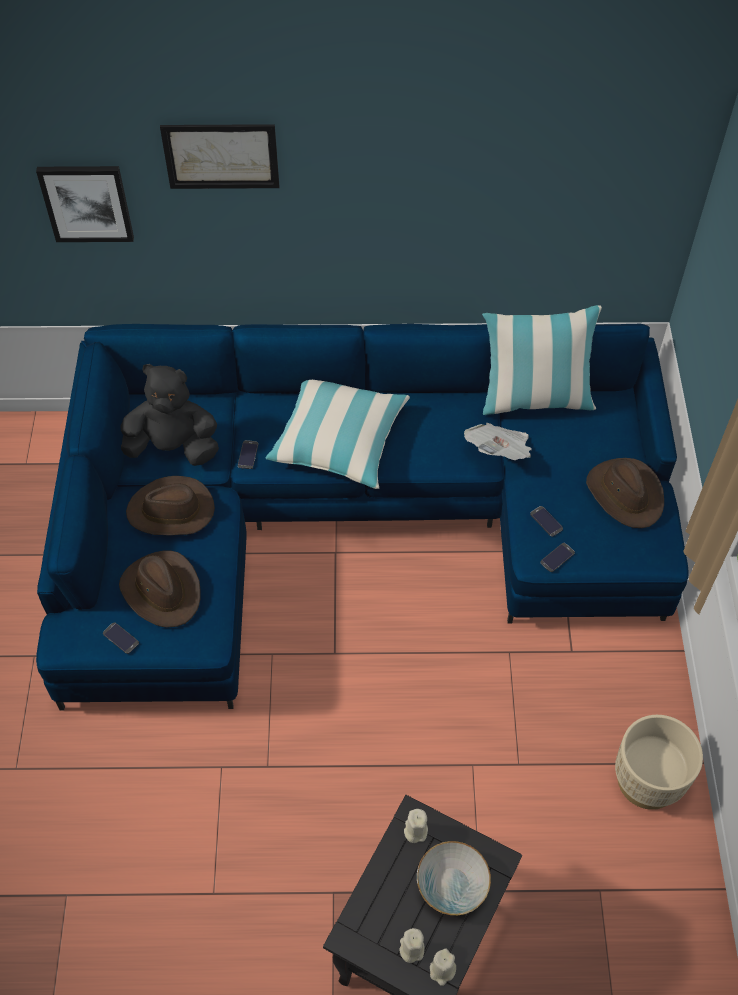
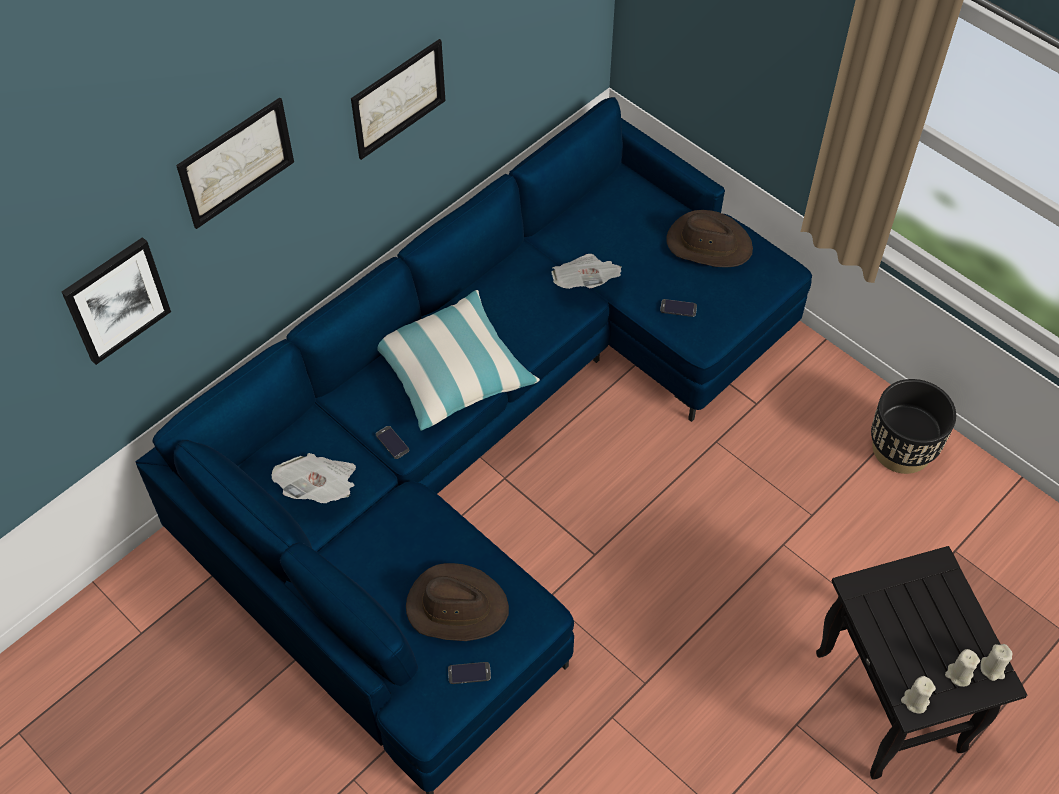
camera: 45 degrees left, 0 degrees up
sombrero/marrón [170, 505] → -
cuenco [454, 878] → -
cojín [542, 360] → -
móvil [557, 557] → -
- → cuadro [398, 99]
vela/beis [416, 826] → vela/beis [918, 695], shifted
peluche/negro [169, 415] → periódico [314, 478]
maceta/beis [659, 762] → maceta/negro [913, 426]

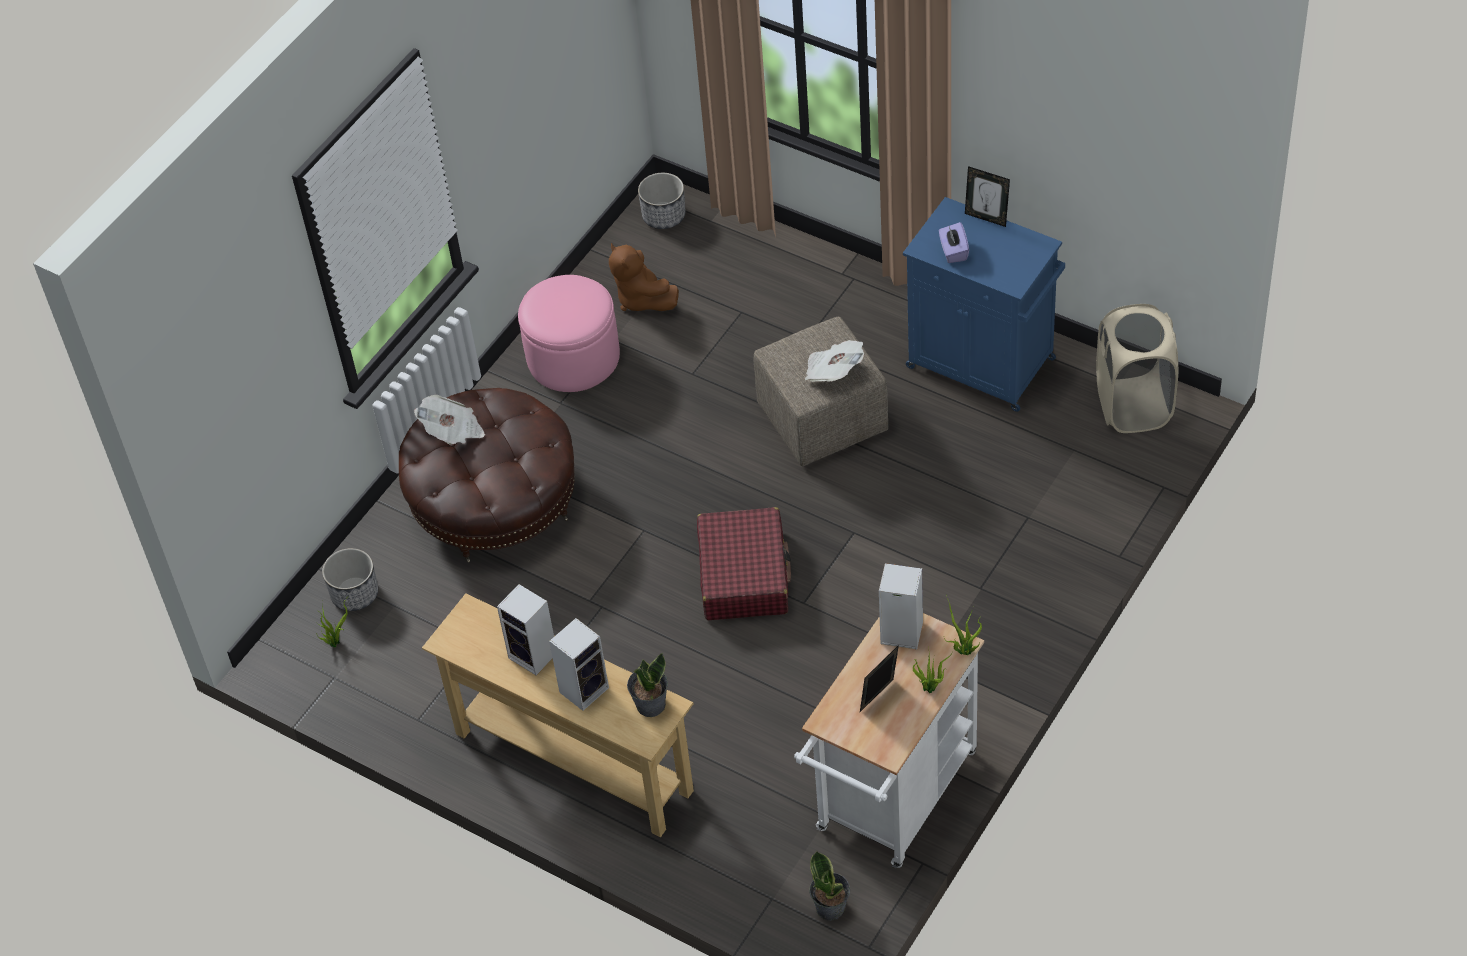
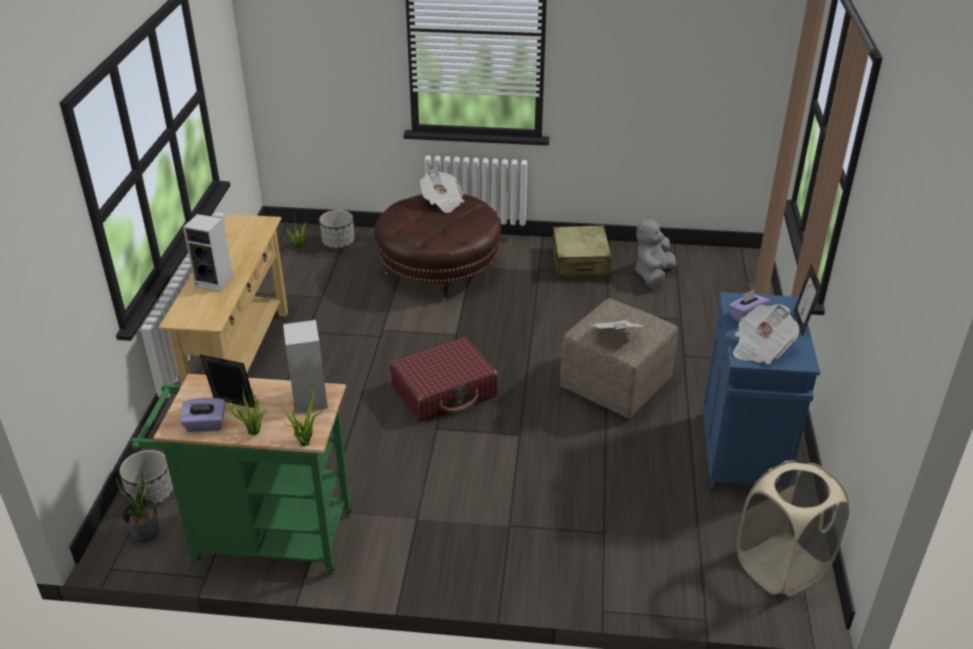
camera: 60 degrees right, 15 degrees down
altavoz [525, 629] → -
planta en maceta [647, 685] → -
- → caja de pañuelos/morado [202, 415]
- → periódico [766, 334]
maceta [662, 201] → maceta [146, 477], shifted
puf/rosa [569, 333] → maleta/beis [581, 252]
peluche/marrón [644, 277] → peluche/gris [655, 250]
carrito/blanco [889, 740] → carrito/verde [241, 474]

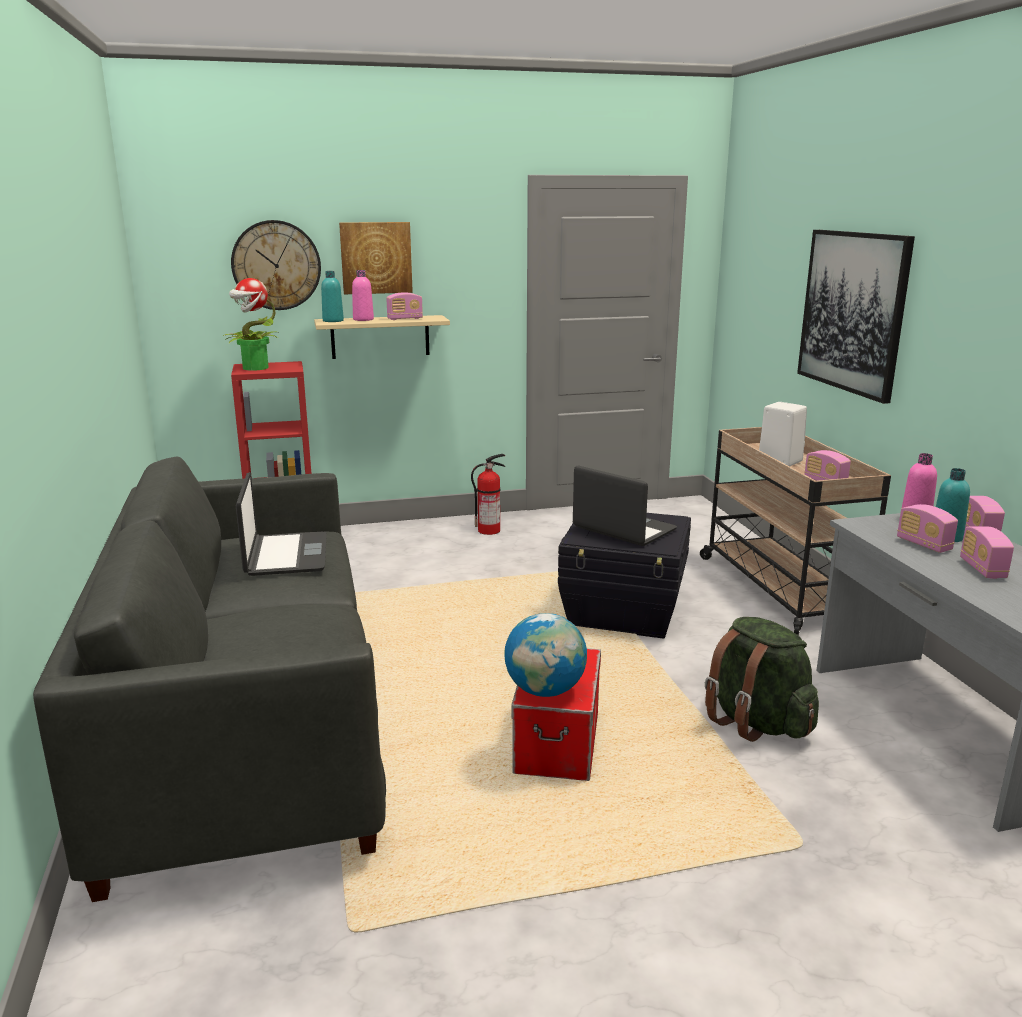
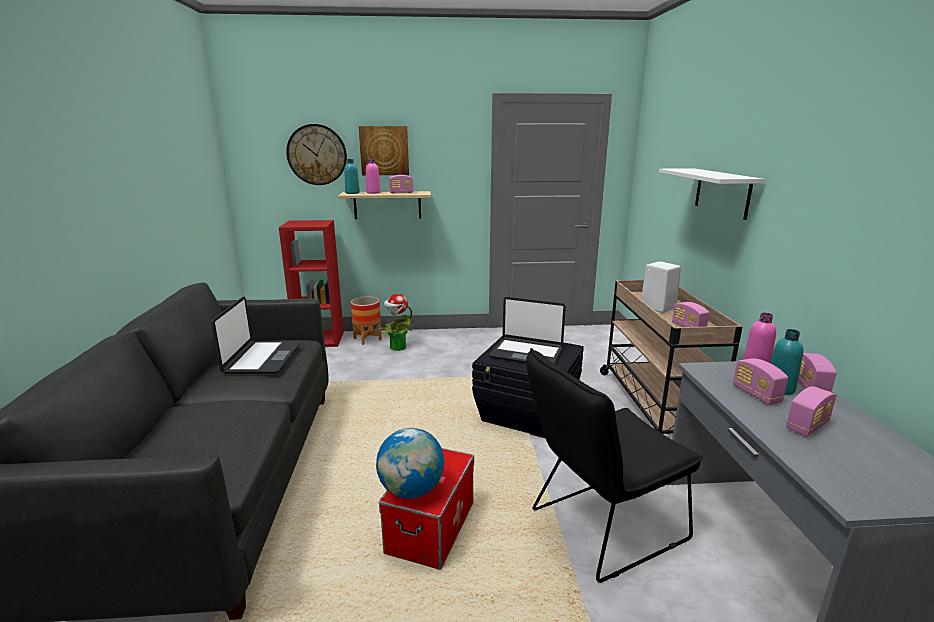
camera: 10 degrees right, 0 degrees up
extintor [488, 494] → -
- → maceta [366, 320]
planta en maceta [251, 324] → planta en maceta [396, 322], shifted
mochila/verde [762, 679] → silla/negro [614, 465]
cuadro [856, 317] → estante/blanco [711, 194]
portátil [625, 505] → portátil [527, 330], 150 degrees clockwise
radio [987, 553] → radio [811, 411], 135 degrees counterclockwise

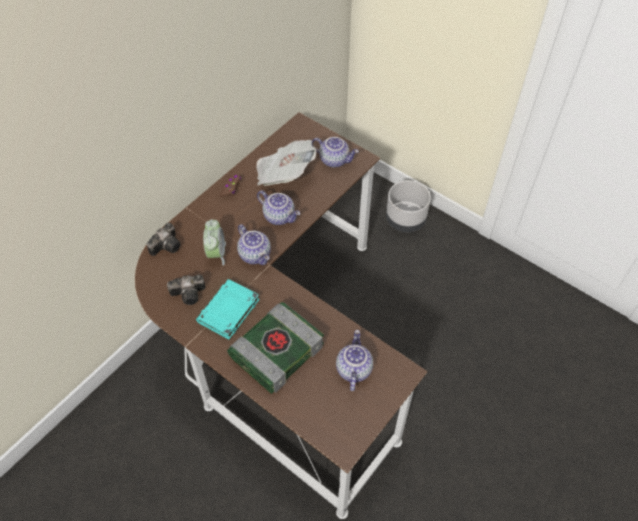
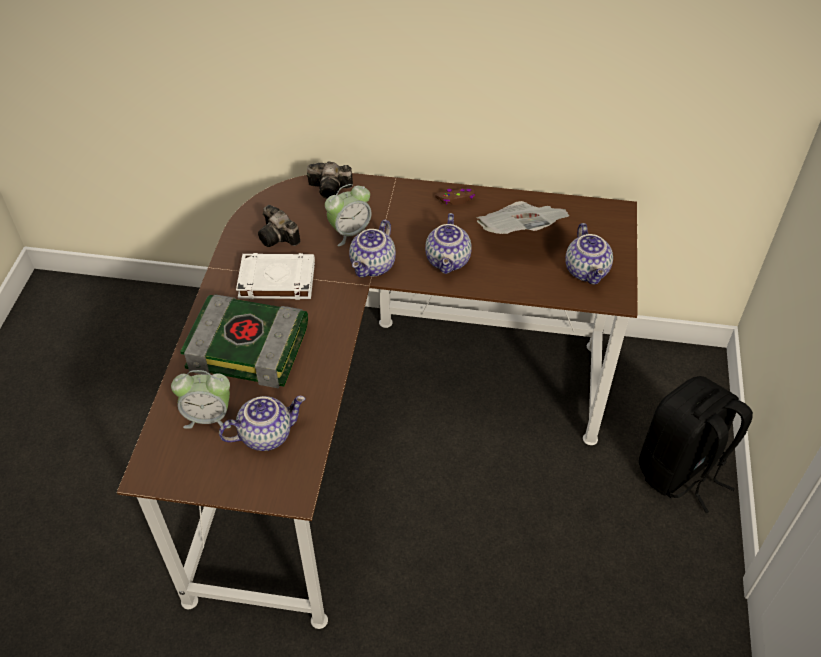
camera: 60 degrees right, 5 degrees down
- → despertador [201, 399]
maceta/gris [408, 206] → mochila/negro [696, 444]
libro/turquesa [228, 309] → libro/blanco [275, 276]

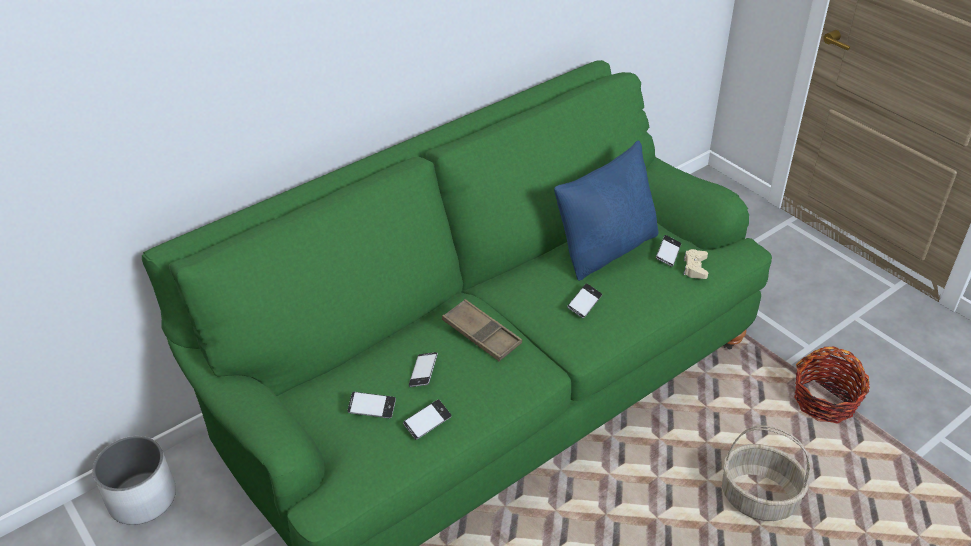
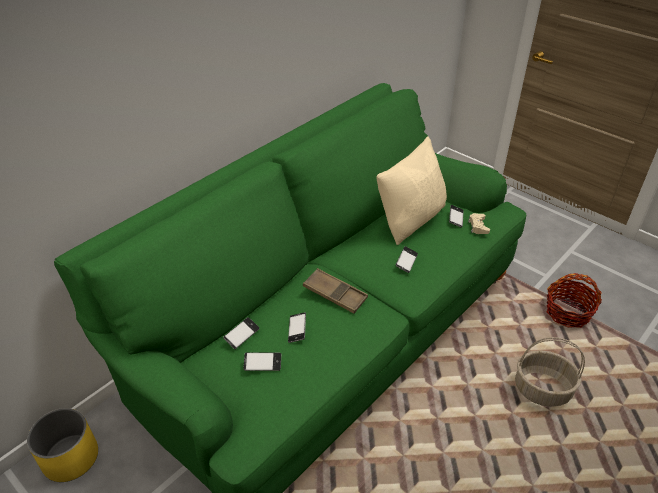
camera: 10 degrees left, 0 degrees up
móvil [427, 419] → móvil [241, 333], shifted
maceta/blanco [134, 480] → maceta/amarillo [62, 445]
cojín/azul [606, 211] → cojín/beis [411, 190]

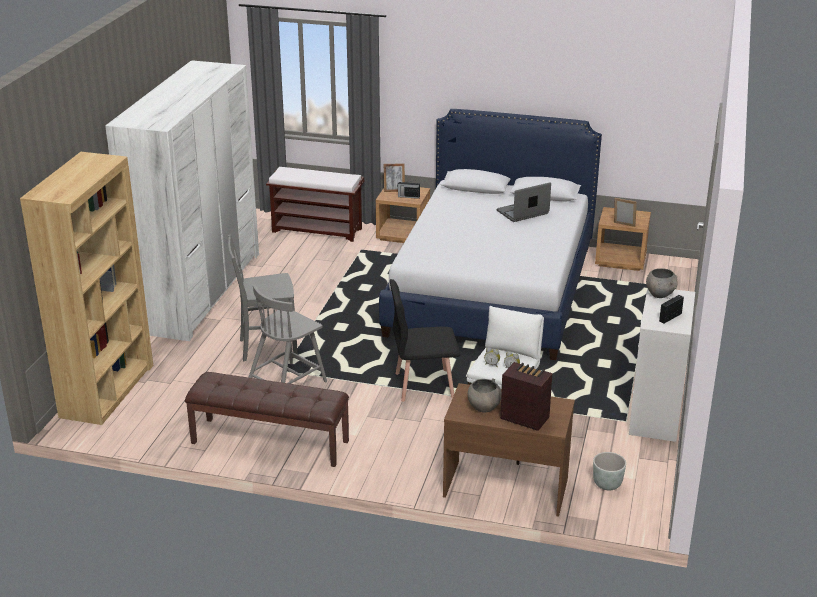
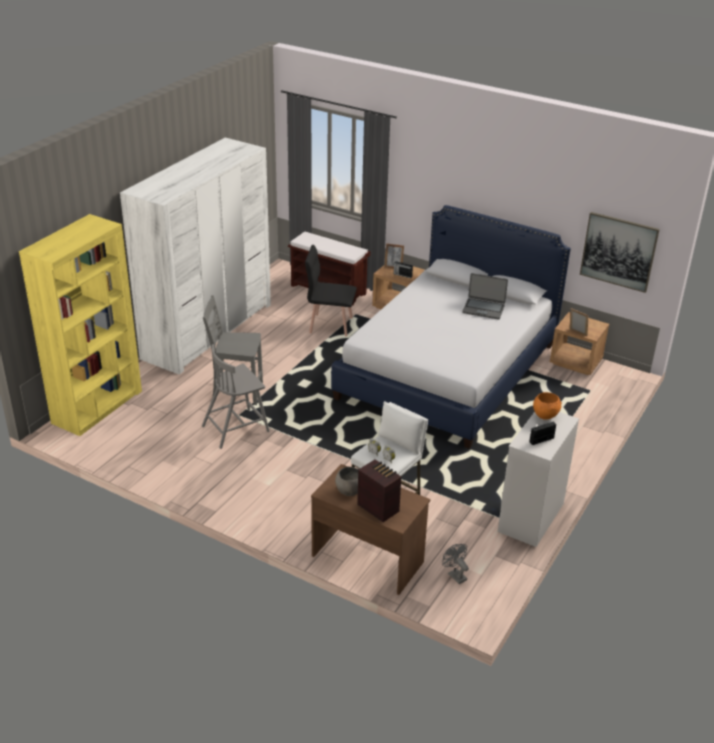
camera: 15 degrees right, 5 degrees up
banco/marrón [267, 419] → -
- → cuadro [620, 252]
silla/negro [425, 340] → silla/negro [331, 290], shifted
maceta/gris [609, 471] → ventilador/gris [455, 564]
estantería/marrón [86, 288] → estantería/amarillo [80, 325]
cuenco/gris [662, 283] → cuenco/naranja [547, 406]
portátil [524, 202] → portátil [485, 296], 150 degrees counterclockwise

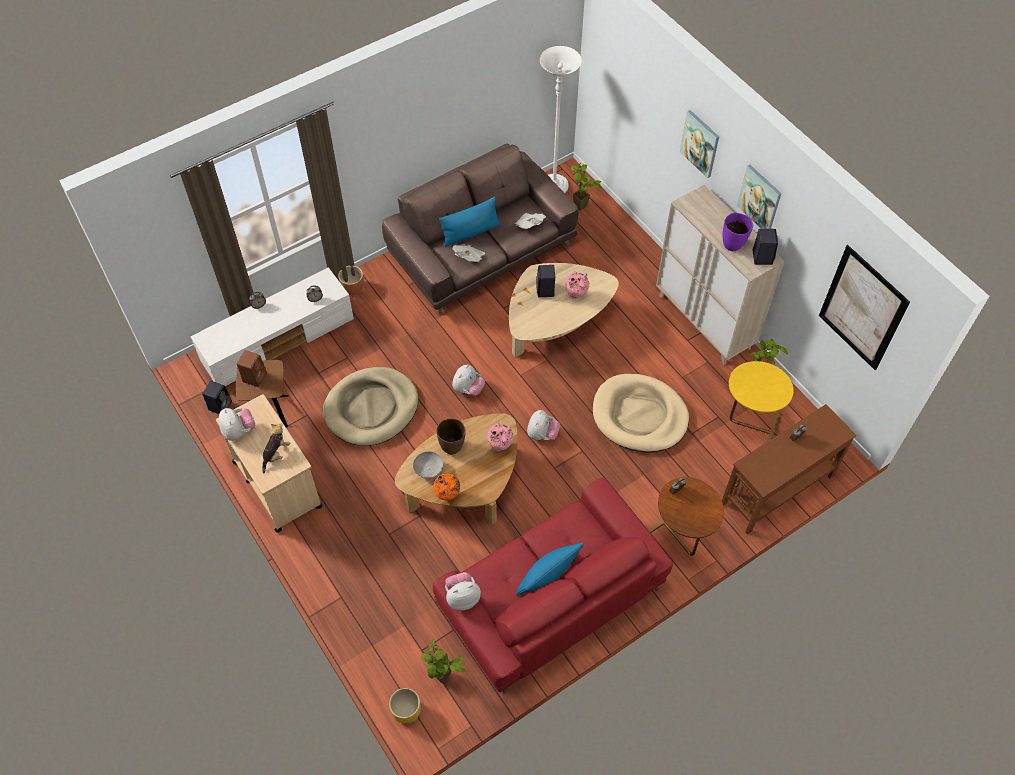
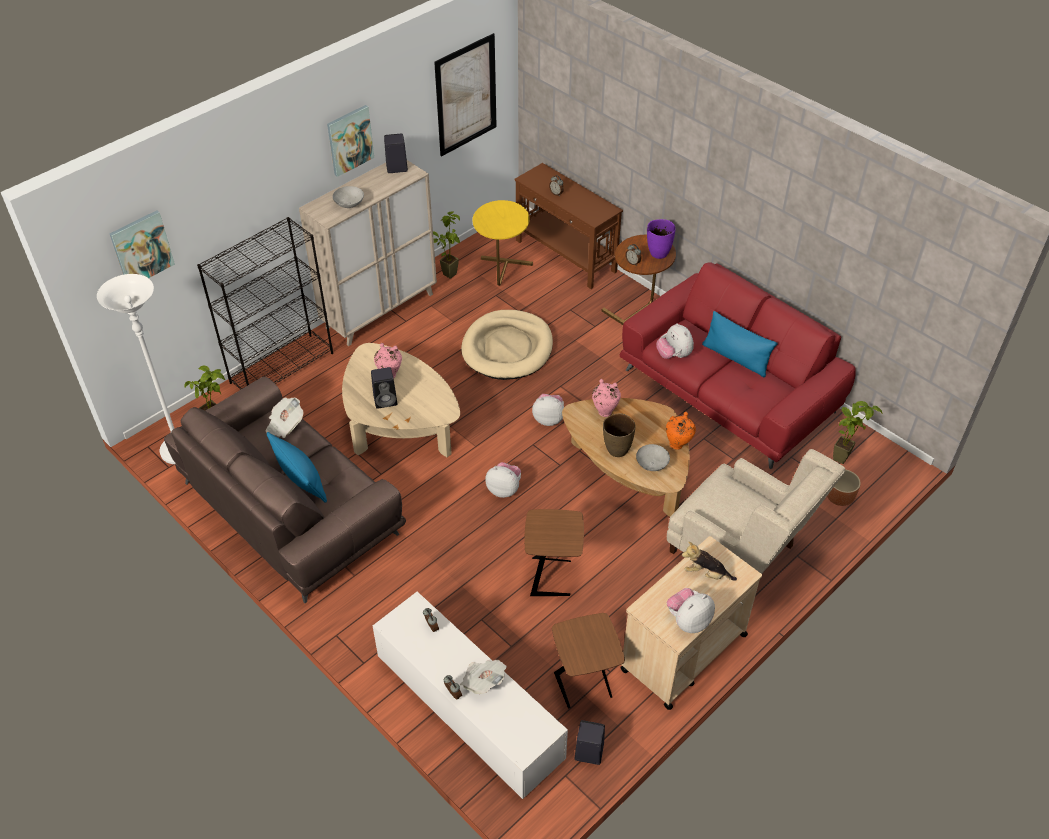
camera: 100 degrees left, 10 degrees down
altavoz/marrón [252, 368] → -
maceta/amarillo [405, 706] → -
- → estantería/negro [265, 303]
- → cuenco/gris [348, 197]
- → sillón/beis [756, 511]
maceta/marrón [351, 280] → maceta/marrón [844, 487], shifted
peluche [463, 591] → peluche [675, 341], shifted
periódico [468, 253] → periódico [483, 677], shifted
cuadro [699, 144] → cuadro [142, 244], shifted
florero/morado [737, 232] → florero/morado [661, 239], shifted
cama para perro/beis [370, 406] → mesa auxiliar/marrón [554, 552]

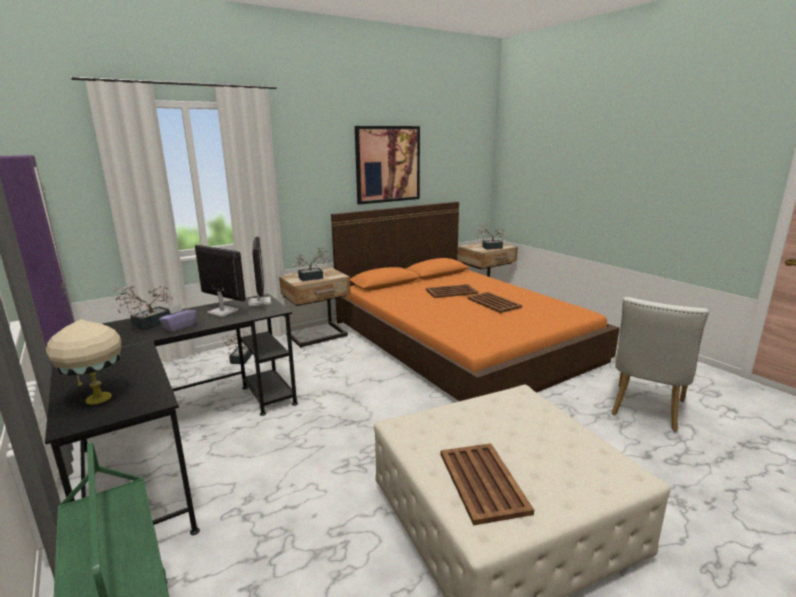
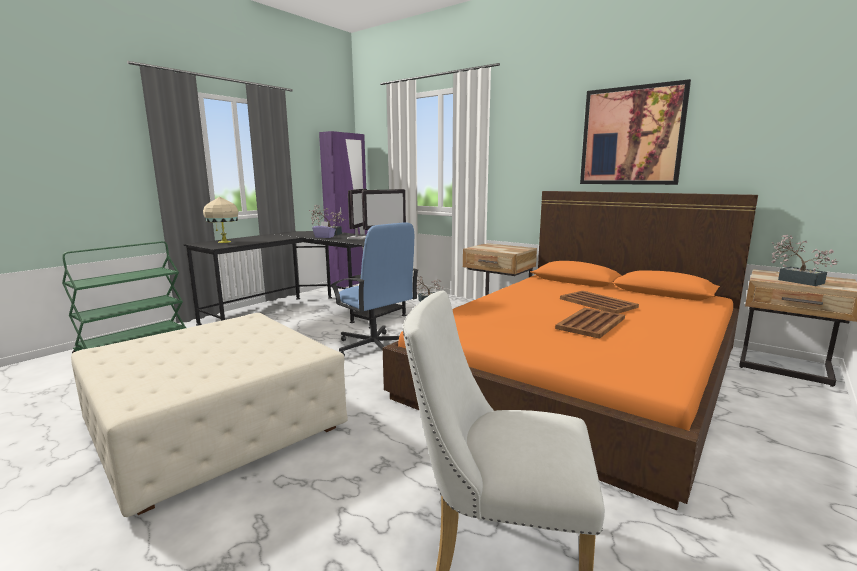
camera: 70 degrees right, 5 degrees down
planta en maceta [311, 264] → -
bandeja/marrón [487, 484] → -
- → silla de oficina/azul [374, 289]

